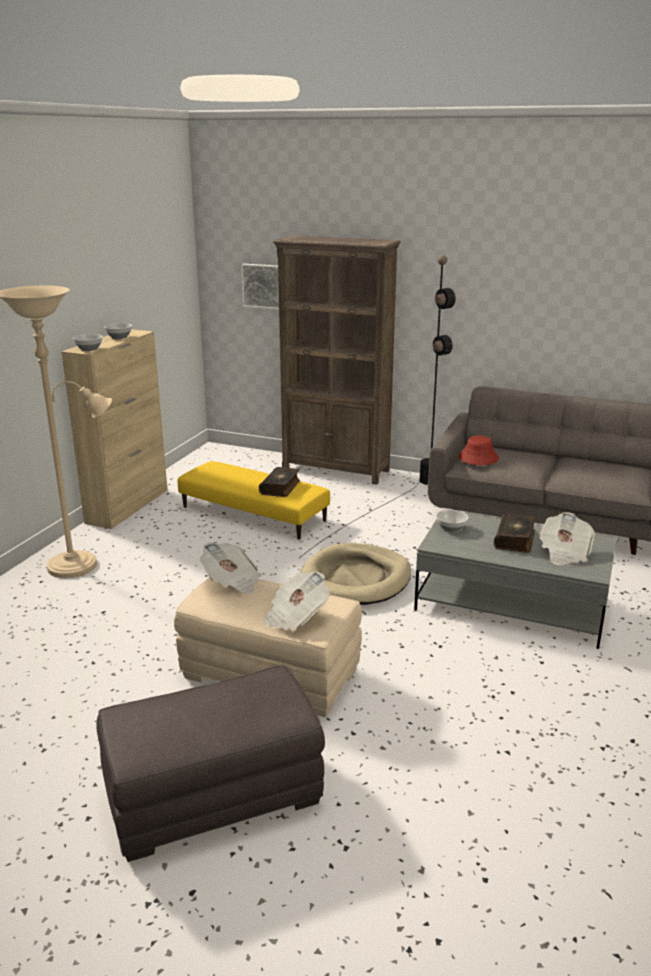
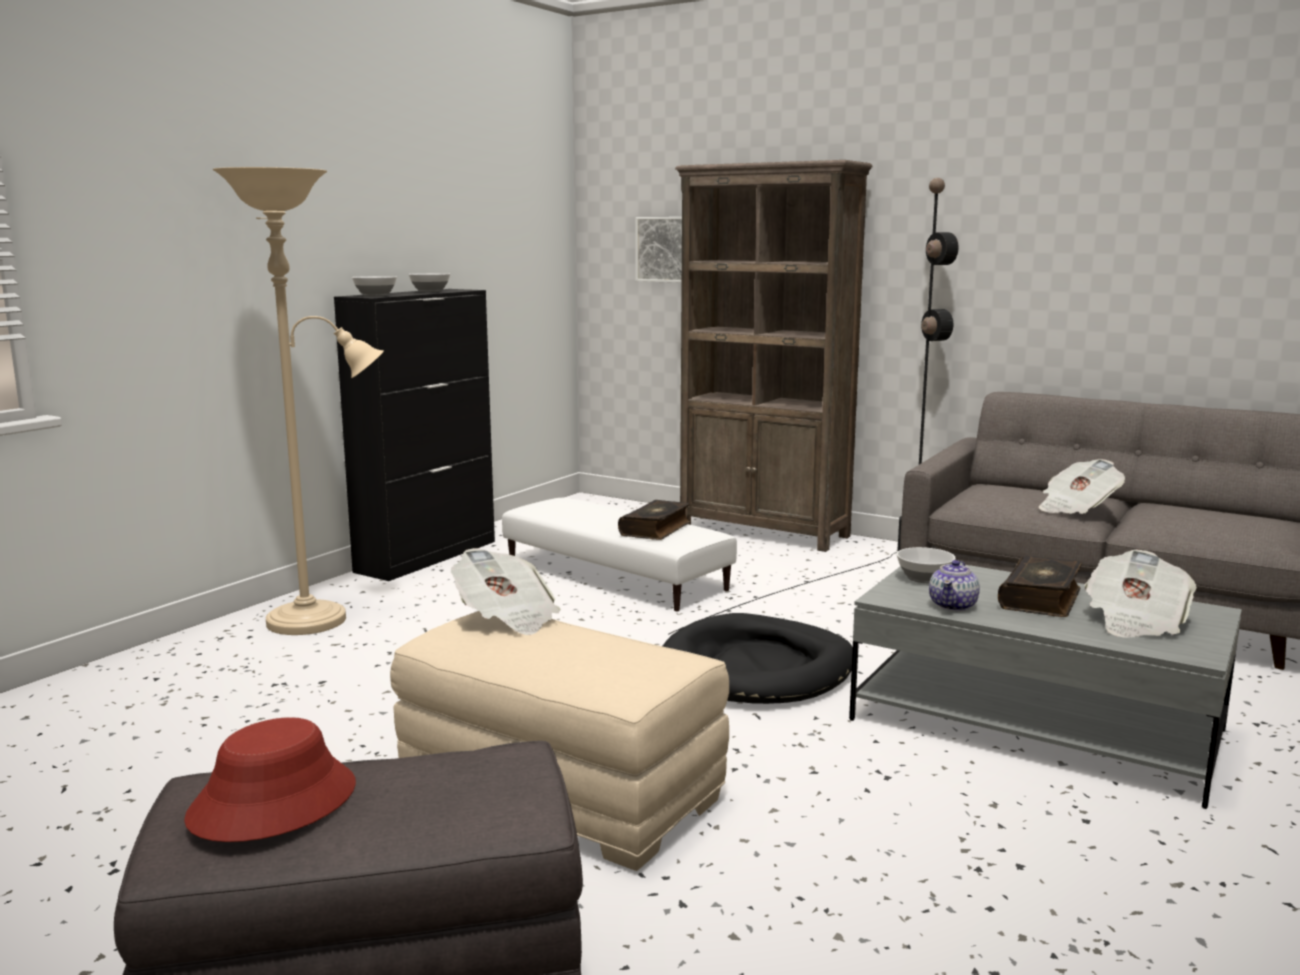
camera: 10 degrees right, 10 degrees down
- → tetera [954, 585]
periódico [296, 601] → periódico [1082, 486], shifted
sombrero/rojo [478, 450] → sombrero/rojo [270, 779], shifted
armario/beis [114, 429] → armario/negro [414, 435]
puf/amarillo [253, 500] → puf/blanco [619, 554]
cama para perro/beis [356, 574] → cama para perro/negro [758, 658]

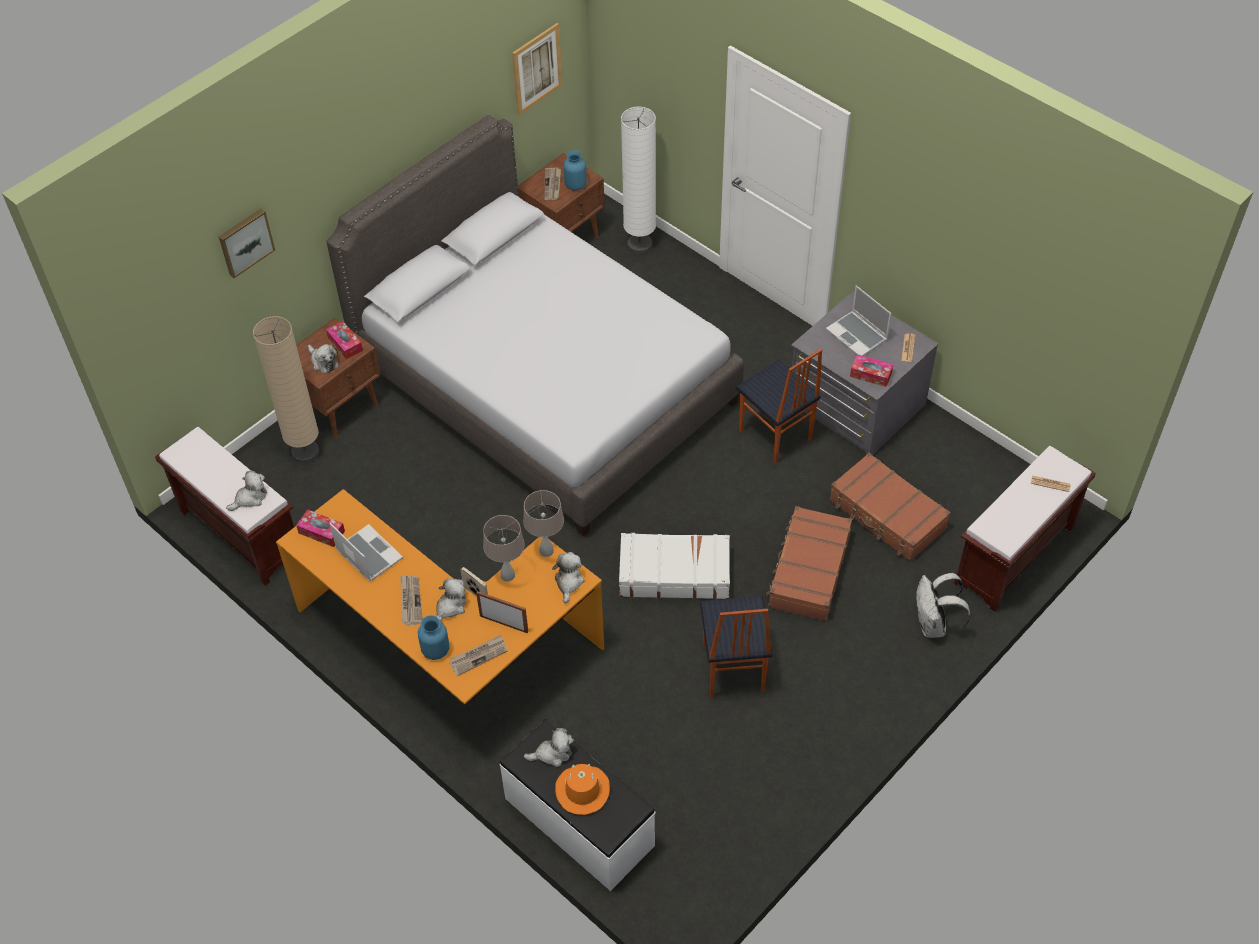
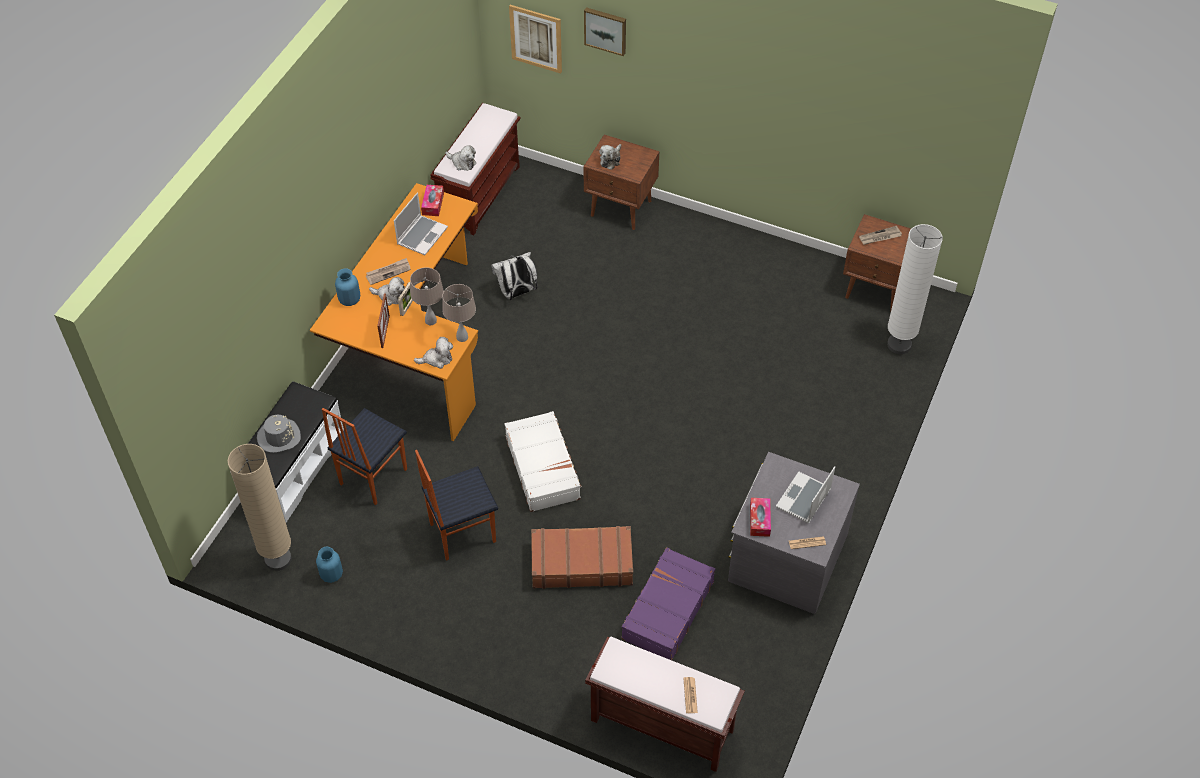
camera: 70 degrees right, 0 degrees up
cama/gris [535, 326] → -
caja de pañuelos [344, 340] → -
periódico [478, 655] → -
peluche [549, 747] → -
lámpara de pie/beis [286, 389] → lámpara de pie/beis [260, 507], shifted
cuadro [537, 69] → cuadro [535, 39], shifted
florero/azul [575, 170] → florero/azul [329, 564], shifted
silla [779, 406] → silla [364, 456], shifted
mochila/blanco [943, 605] → mochila/blanco [514, 276], shifted
sombrero/naranja [582, 789] → sombrero/gris [279, 434]
maleta/marrón [890, 507] → maleta/morado [668, 603]

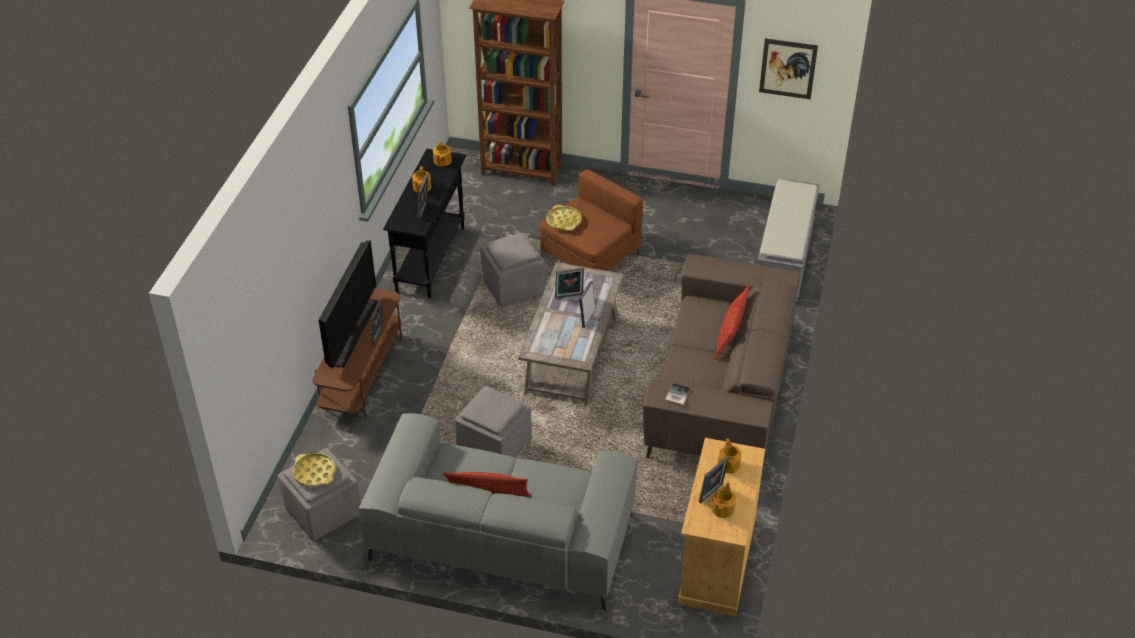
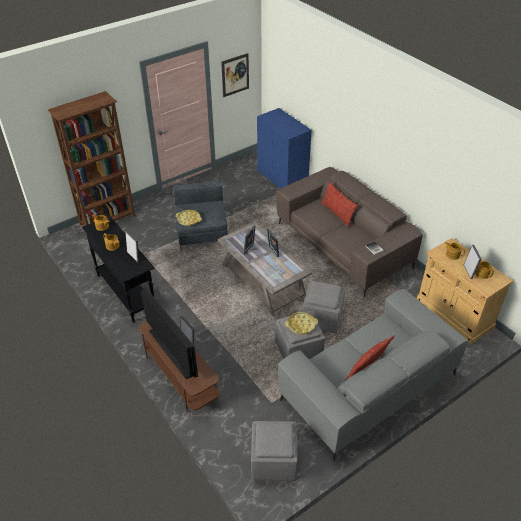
camera: 50 degrees left, 0 degrees up
bandeja/amarillo [314, 470] → bandeja/amarillo [301, 323], shifted
puf/gris [512, 270] → puf/gris [323, 307], shifted
banco/gris [788, 240] → armario/azul [284, 148]
sillón/marrón [591, 220] → sillón/gris [200, 216]

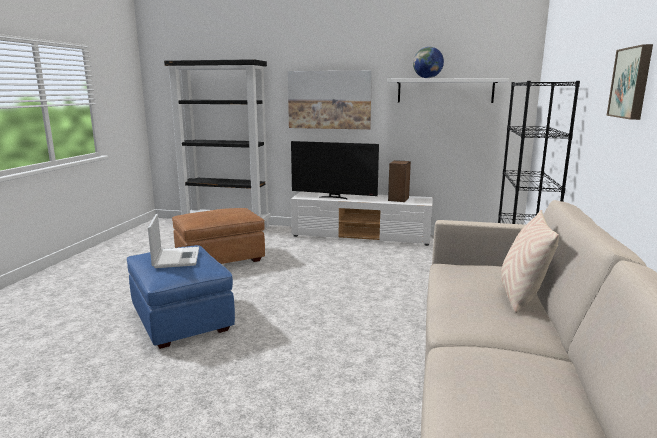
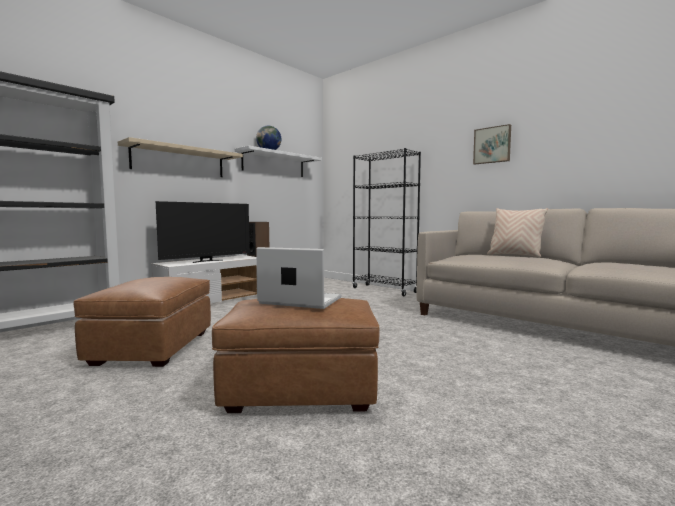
camera: 60 degrees left, 10 degrees down
cuadro [330, 100] → estante/beis [180, 157]
puf/azul [181, 297] → puf/marrón [296, 355]

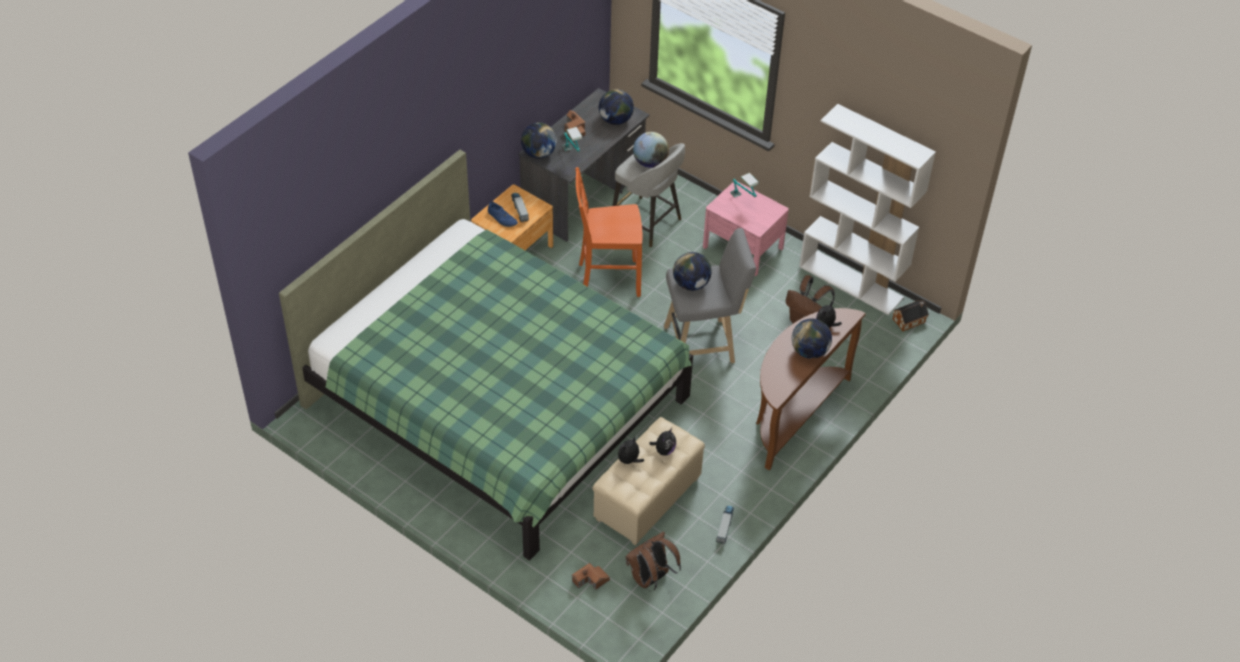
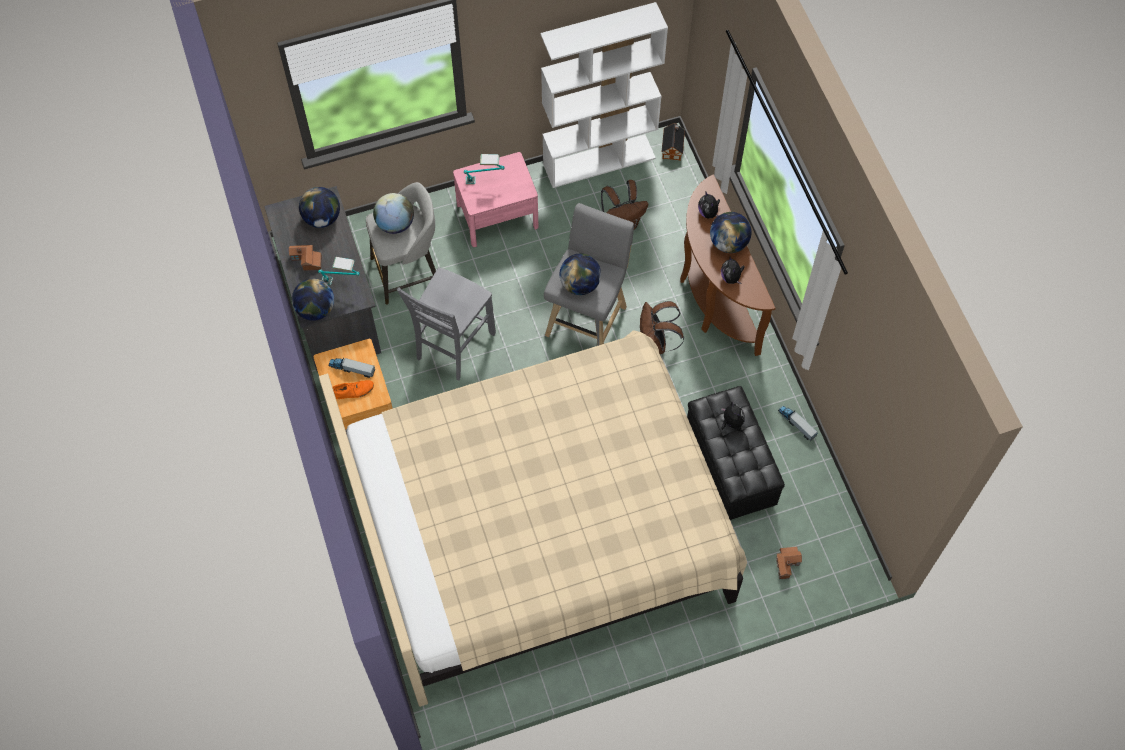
camera: 55 degrees left, 15 degrees up
peluche [631, 451] → peluche [733, 270], shifted
mochila/marrón [653, 561] → mochila/marrón [662, 327], shifted
cama/verde [486, 355] → cama/beis [533, 518]
zapato/azul [503, 214] → zapato/naranja [353, 389]
silla/naranja [609, 232] → silla/gris [446, 324]
puf/beis [649, 481] → puf/negro [736, 453]

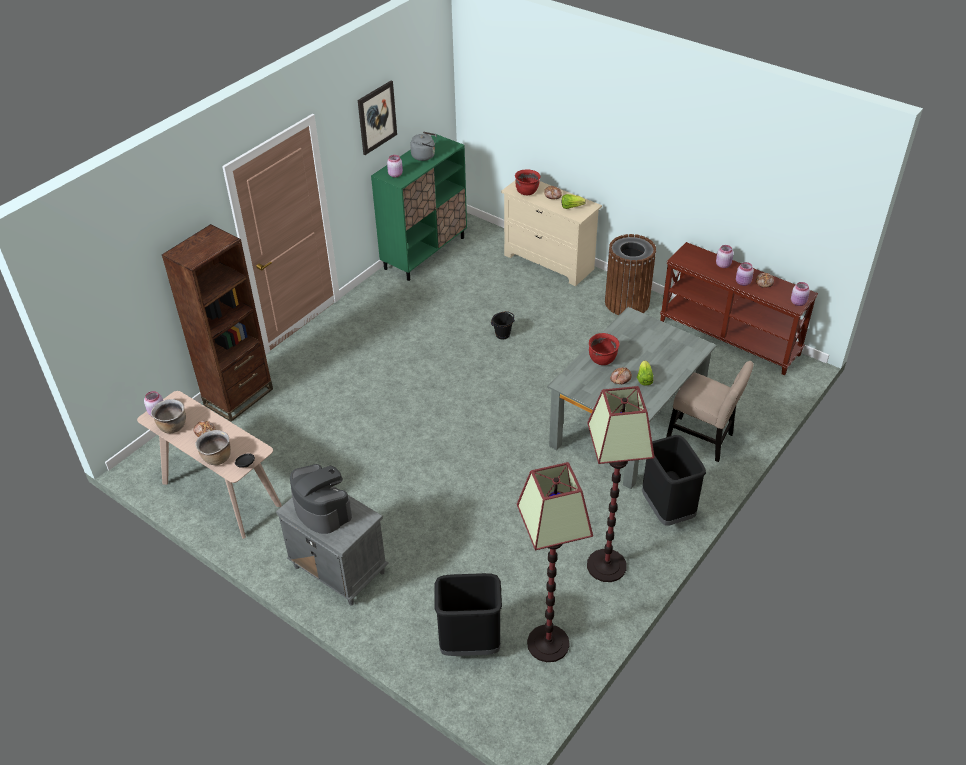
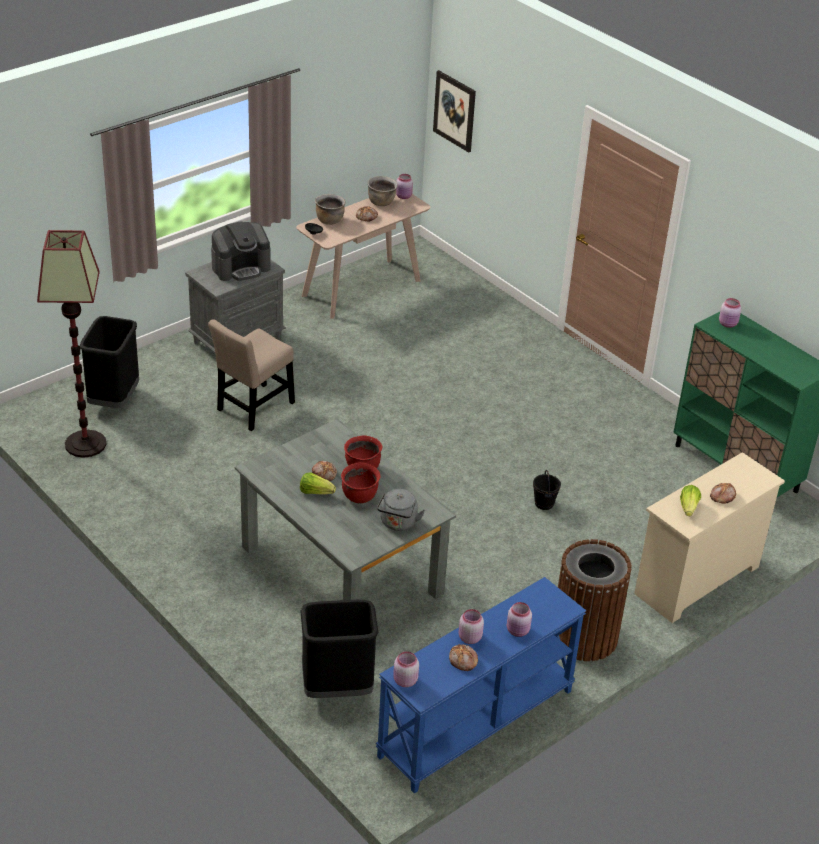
camera: 100 degrees right, 5 degrees down
estantería/marrón [217, 323] → -
lámpara de pie [621, 484] → -
cuadro [377, 118] → cuadro [454, 111], shifted
hervidor/gris [423, 146] → hervidor/gris [401, 510], shifted
olla/rojo [528, 182] → olla/rojo [361, 483], shifted
papelera/negro [674, 480] → papelera/negro [339, 649], shifted
silla/beis [710, 411] → silla/beis [251, 375], shifted
mesa consola/marrón [739, 309] → mesa consola/azul [481, 685]

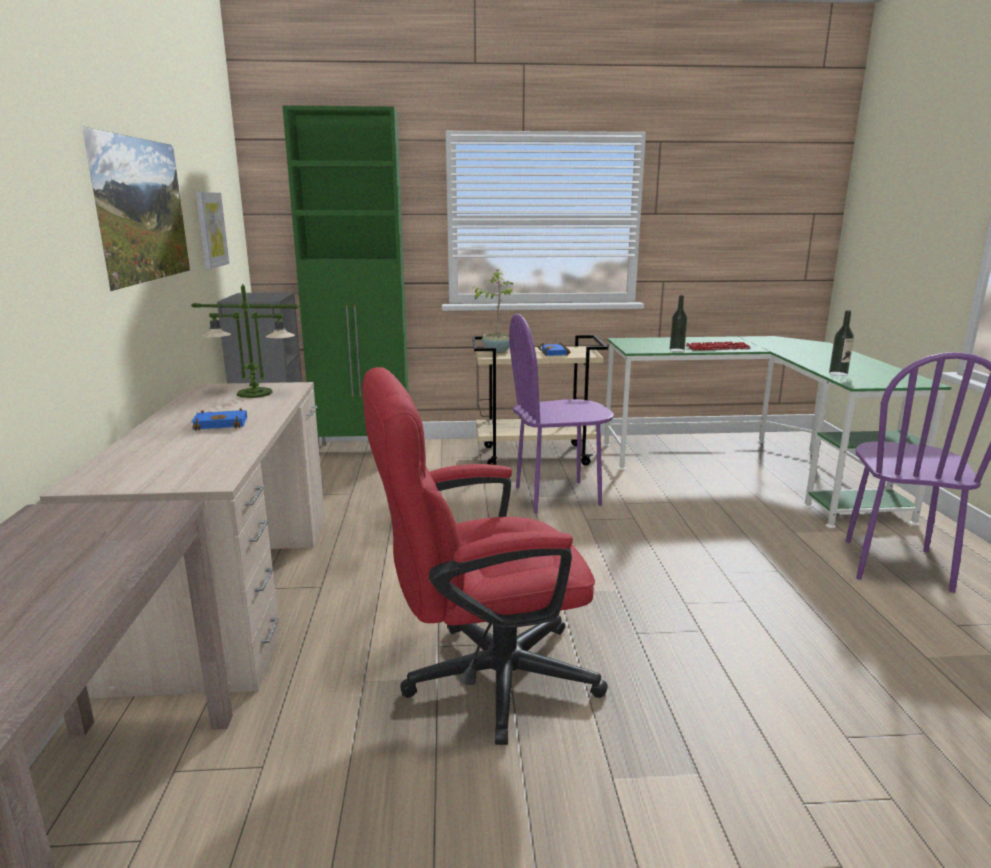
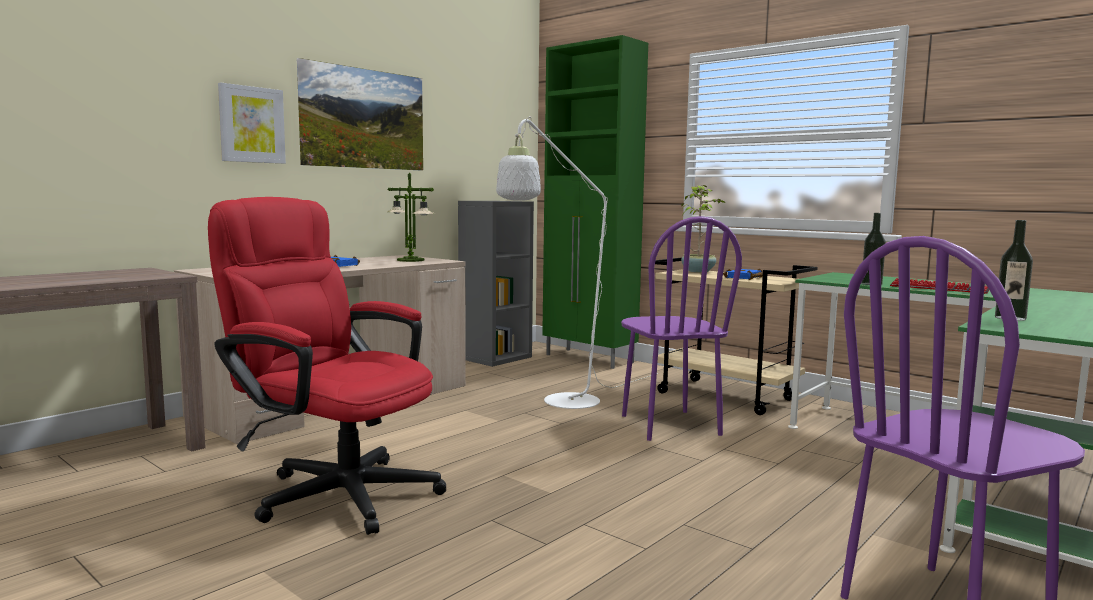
camera: 45 degrees right, 10 degrees down
- → lámpara de pie/blanco [577, 263]
cuadro [212, 230] → cuadro [252, 123], shifted
silla/morado [561, 414] → silla/morado [681, 328], 135 degrees counterclockwise

